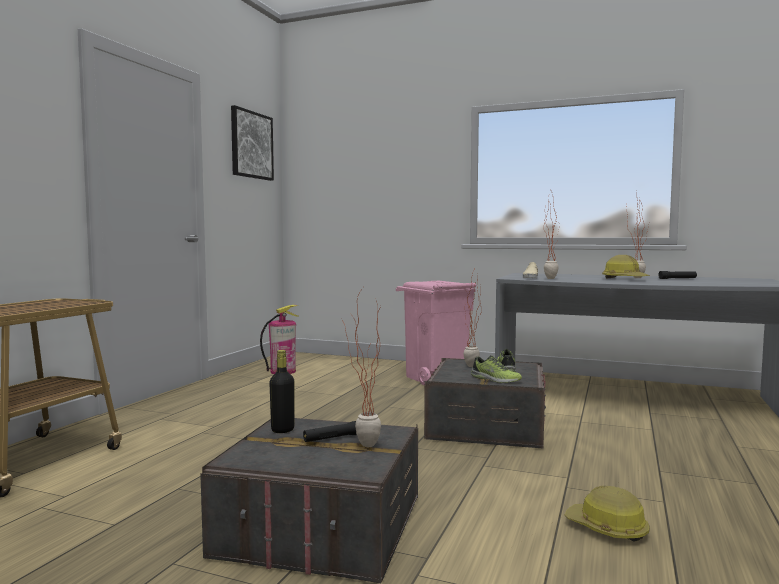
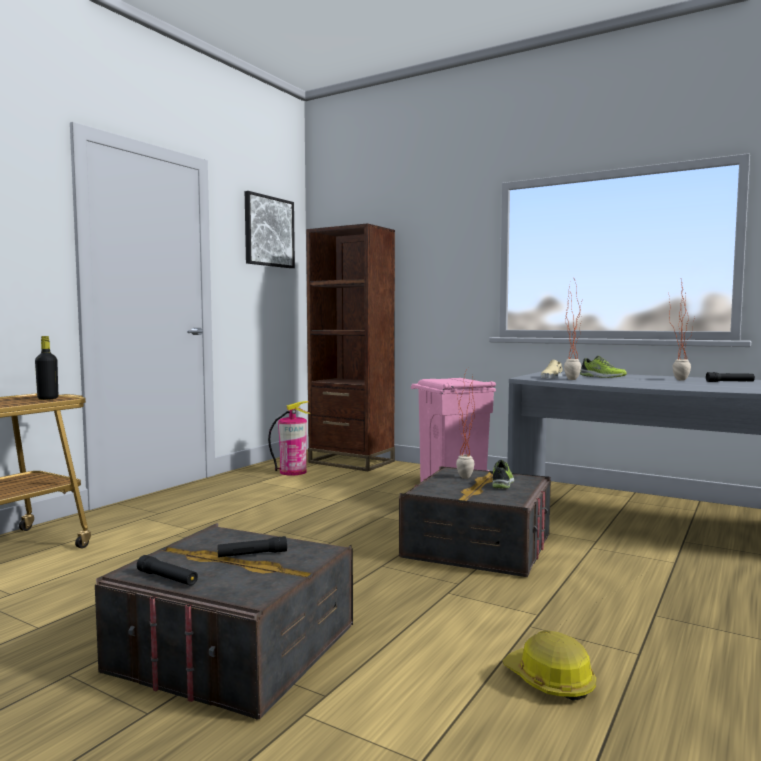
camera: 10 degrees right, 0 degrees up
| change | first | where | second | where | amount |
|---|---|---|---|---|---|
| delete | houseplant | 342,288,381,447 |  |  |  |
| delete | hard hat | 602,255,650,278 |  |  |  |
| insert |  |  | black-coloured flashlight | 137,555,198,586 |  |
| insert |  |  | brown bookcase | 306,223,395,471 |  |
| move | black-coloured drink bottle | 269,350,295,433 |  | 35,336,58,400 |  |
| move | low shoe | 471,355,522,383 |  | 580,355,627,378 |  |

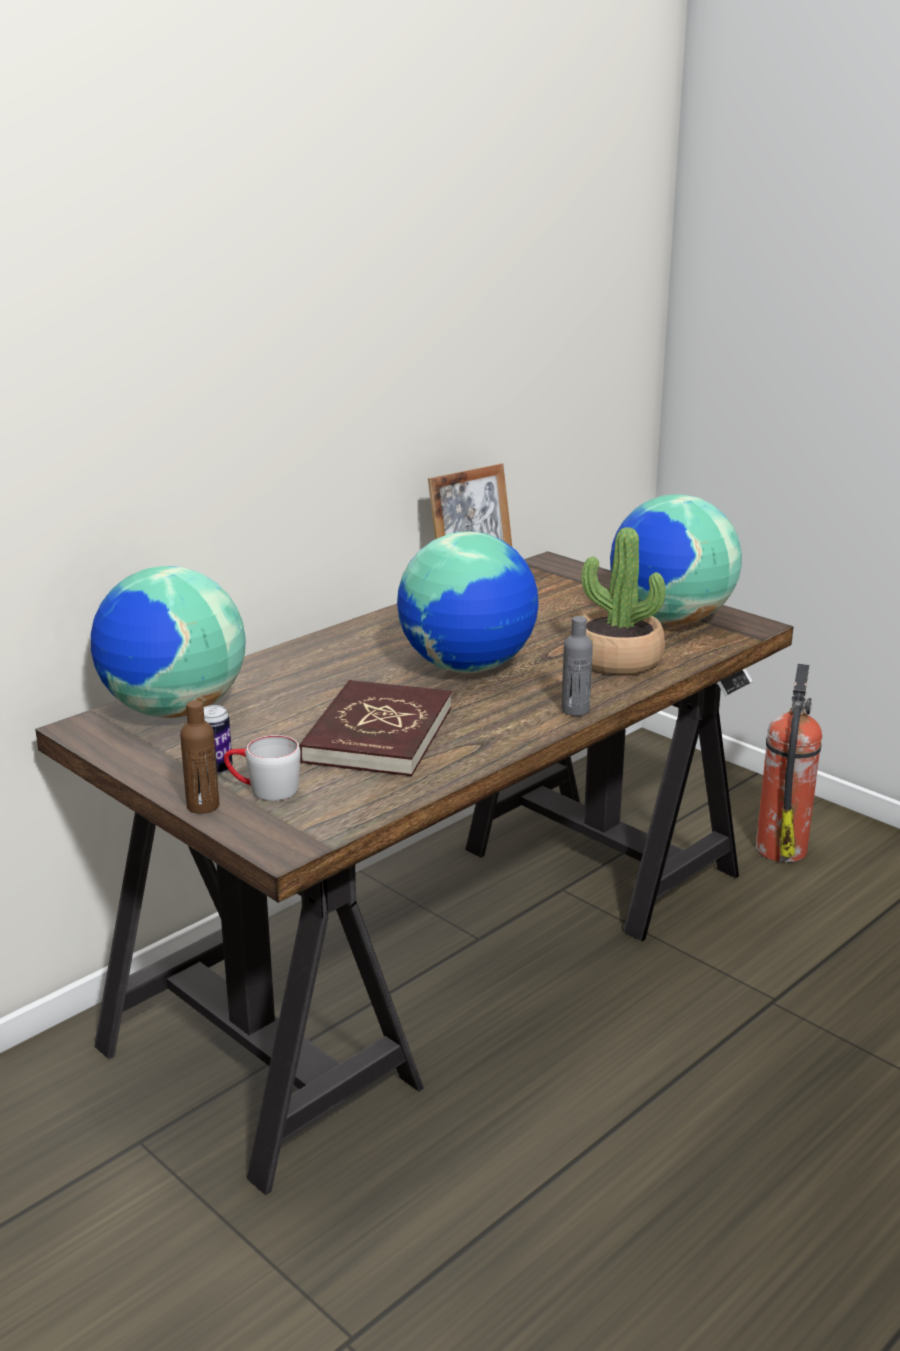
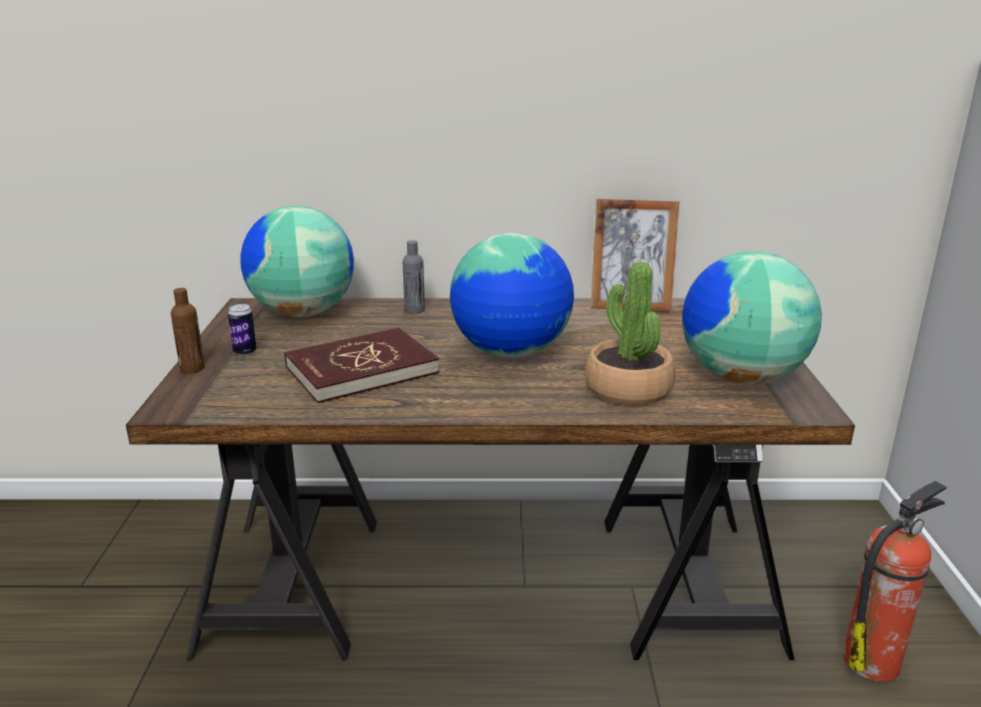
camera: 45 degrees right, 0 degrees up
| change | first | where | second | where | amount |
|---|---|---|---|---|---|
| delete | greyish mug | 224,735,301,801 |  |  |  |
| move | greyish drink bottle | 562,616,593,716 |  | 403,240,425,314 |  |

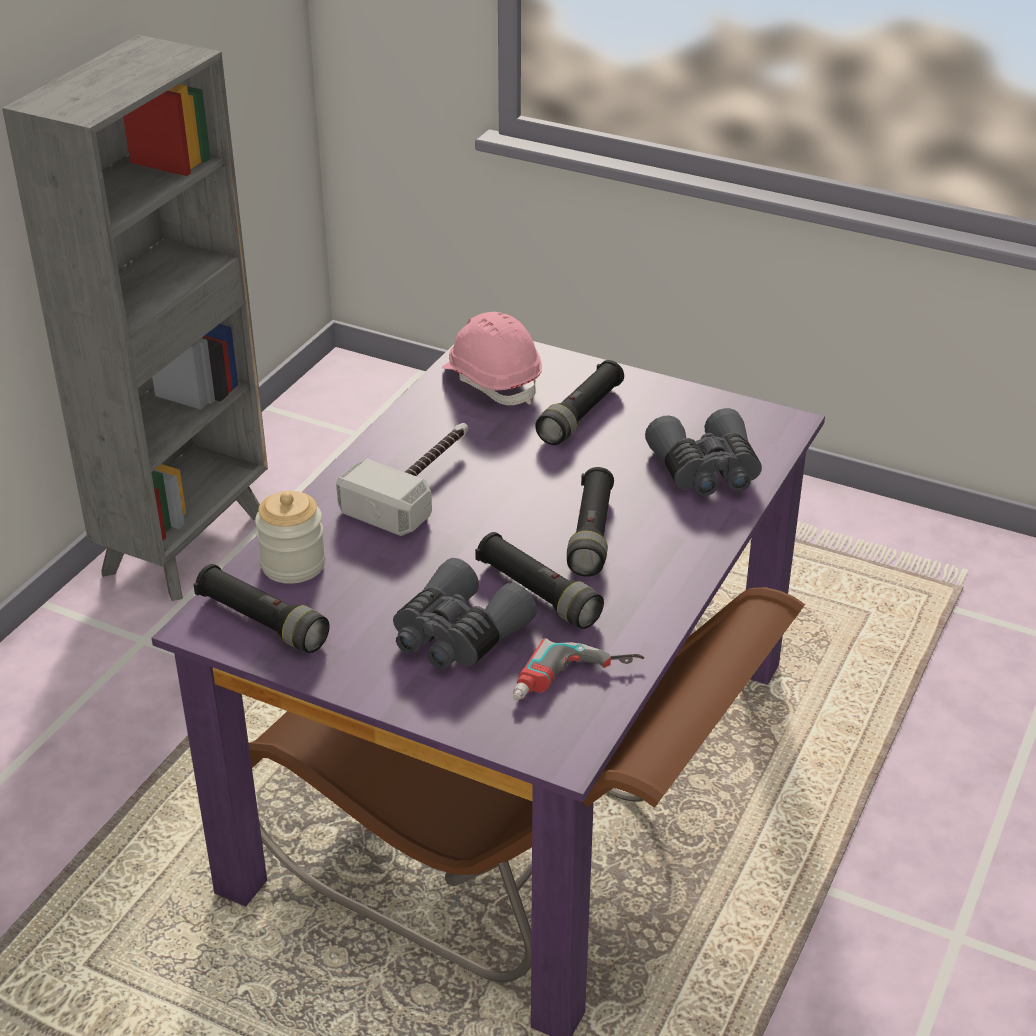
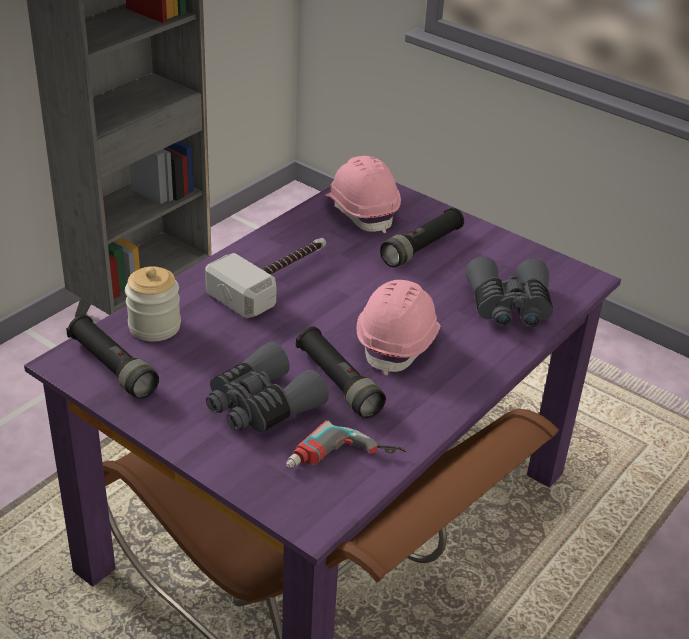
camera: 10 degrees right, 0 degrees up
| change | first | where | second | where | amount |
|---|---|---|---|---|---|
| replace | black-coloured flashlight | 567,467,614,577 | pinkish hard hat | 356,280,440,376 |  |

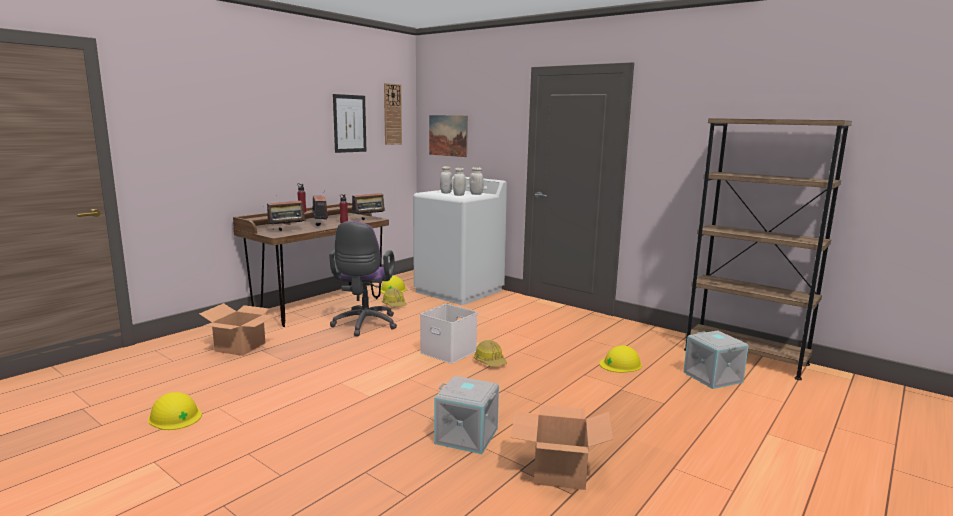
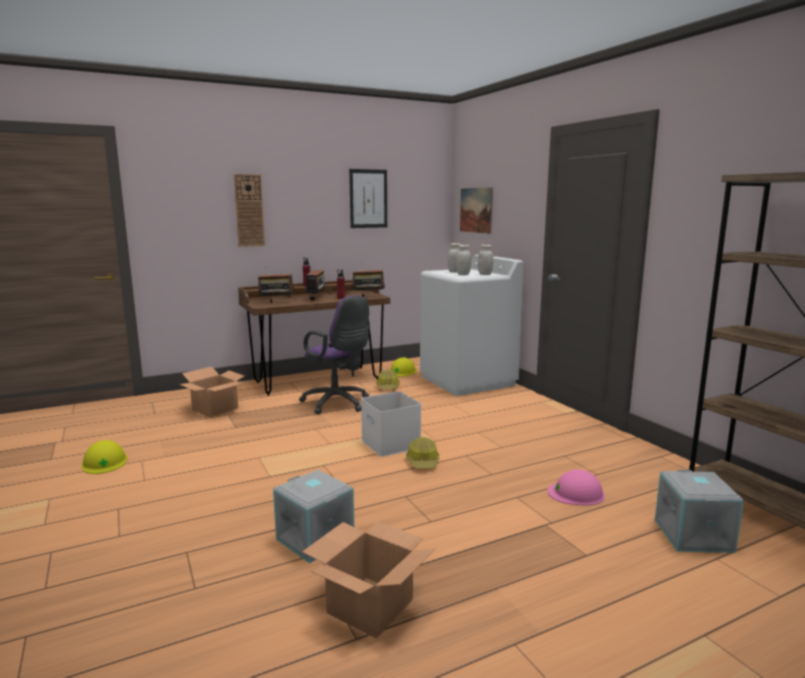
camera: 25 degrees right, 0 degrees up
| change | first | where | second | where | amount |
|---|---|---|---|---|---|
| move | hanging clock | 384,83,402,145 |  | 234,174,265,247 |  |
| recolor | yellow-coloured hard hat | 599,345,642,373 | pinkish hard hat | 547,469,605,506 |  |
| rotate | purple computer chair | 329,221,397,336 |  | 299,295,370,414 | 75 degrees counterclockwise |

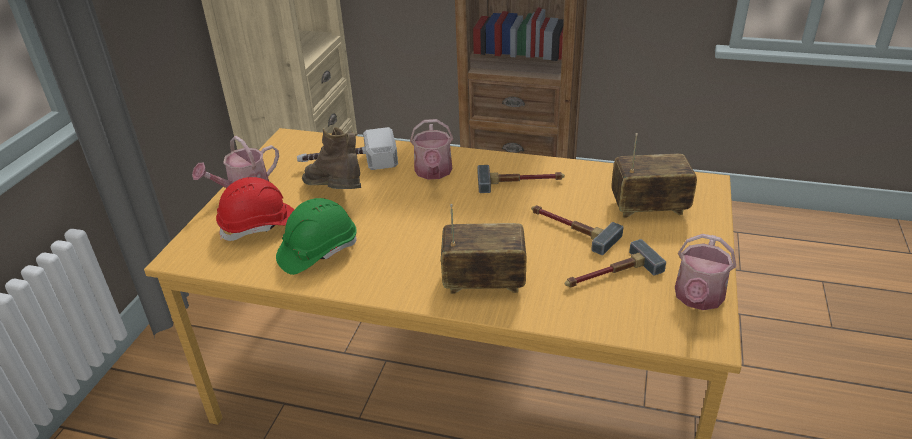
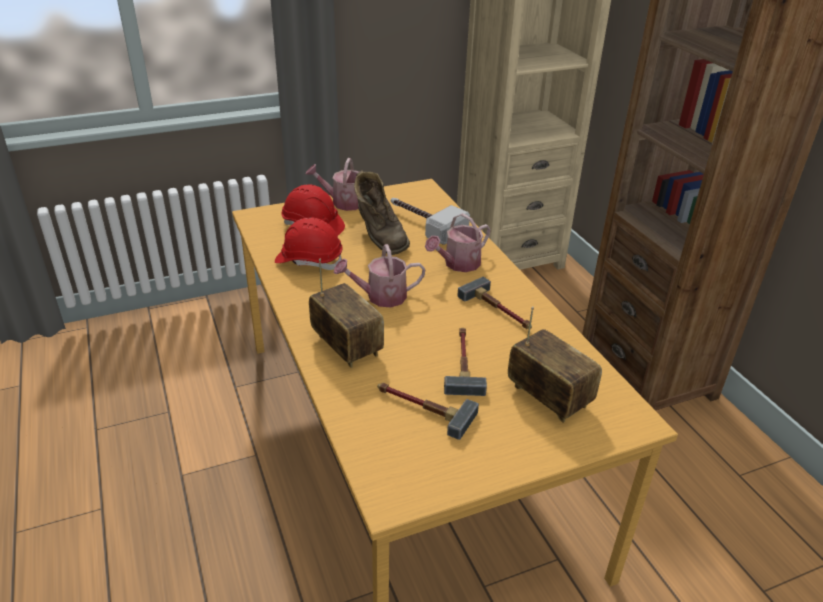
camera: 50 degrees right, 0 degrees up
| change | first | where | second | where | amount |
|---|---|---|---|---|---|
| move | sprinkling can | 675,234,736,310 |  | 334,244,425,307 |  |
| recolor | green hard hat | 276,198,357,275 | red hard hat | 275,217,343,270 |  |
| rotate | brown high-top boot | 302,127,361,189 |  | 354,170,410,255 | 135 degrees clockwise |

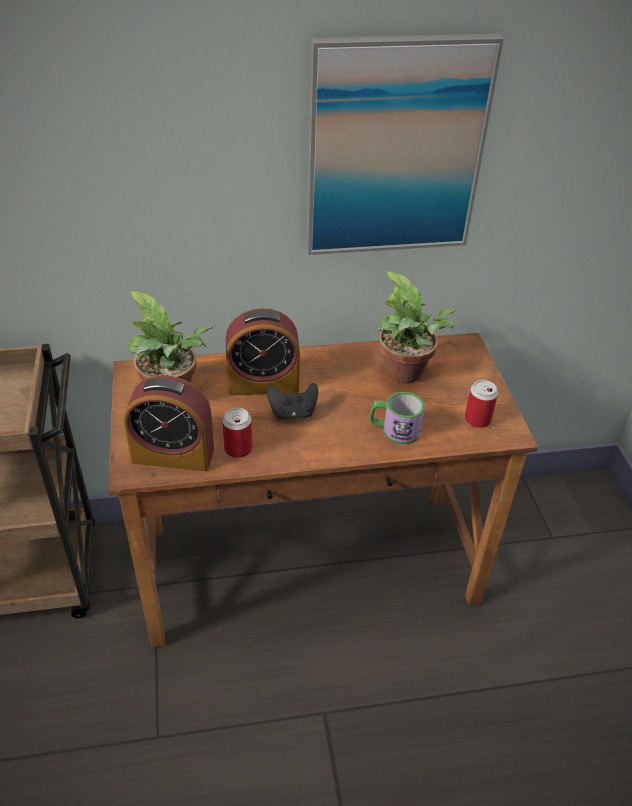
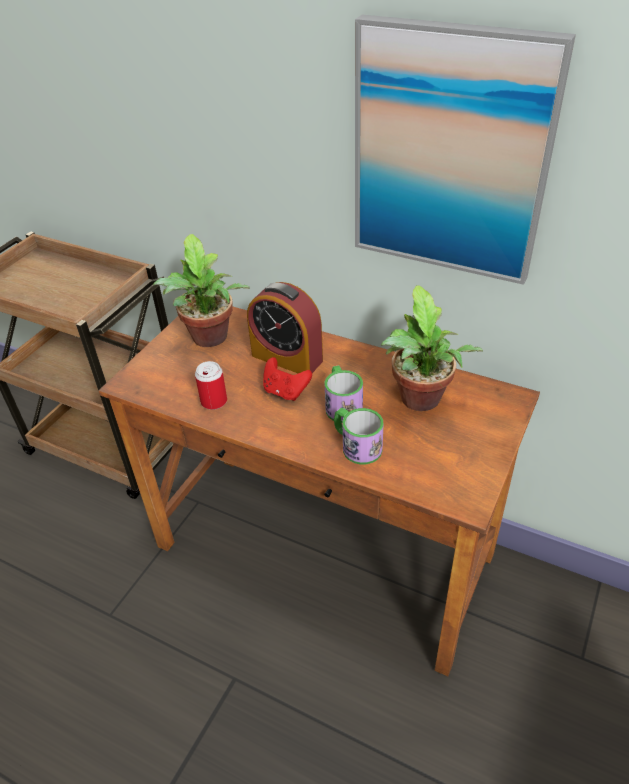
camera: 40 degrees right, 0 degrees up
| change | first | where | second | where | amount |
|---|---|---|---|---|---|
| delete | table clock | 124,375,214,471 |  |  |  |
| delete | sealed can | 465,380,498,428 |  |  |  |
| insert |  |  | mug | 324,365,363,423 |  |
| recolor | black-coloured game controller | 267,383,318,419 | red game controller | 263,357,312,401 |  |

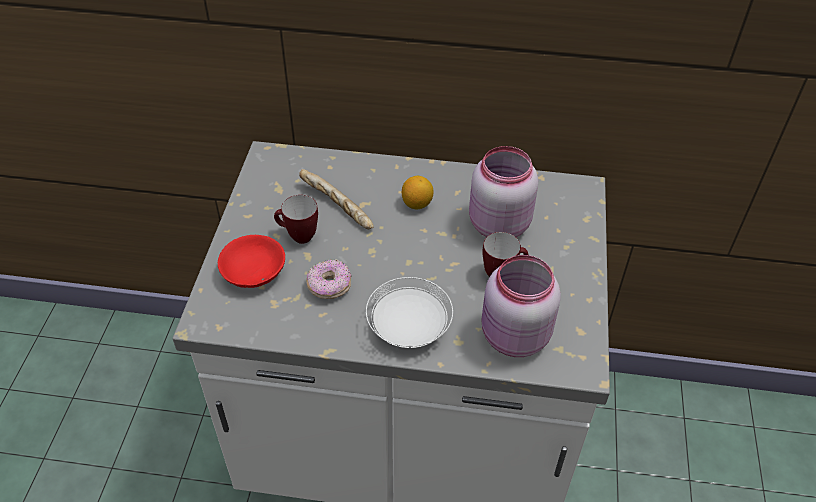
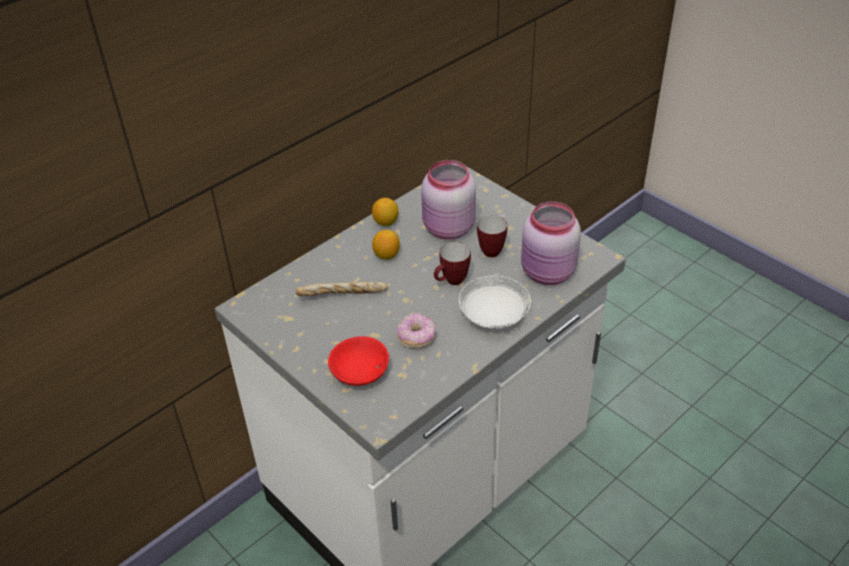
camera: 50 degrees left, 5 degrees down
| change | first | where | second | where | amount |
|---|---|---|---|---|---|
| insert |  |  | whole lemon | 372,198,399,226 |  |
| move | mug | 274,195,318,244 |  | 434,242,471,285 |  |

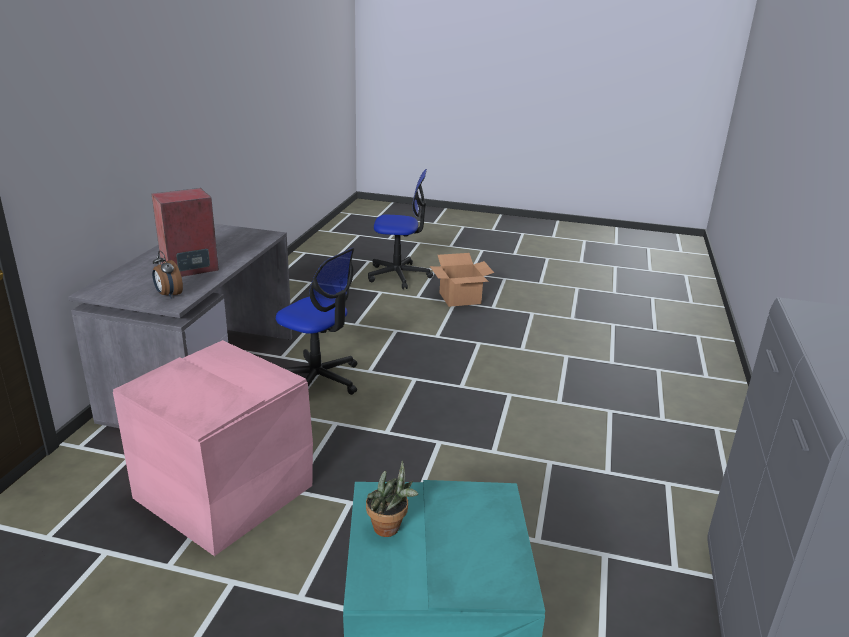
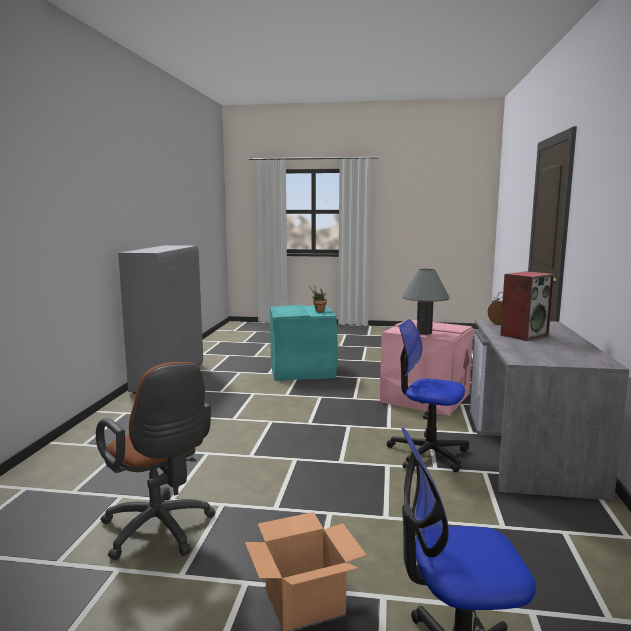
camera: 175 degrees right, 15 degrees down
| change | first | where | second | where | amount |
|---|---|---|---|---|---|
| insert |  |  | brown computer chair | 96,362,216,560 |  |
| insert |  |  | greyish lamp for a table | 402,269,450,335 |  |

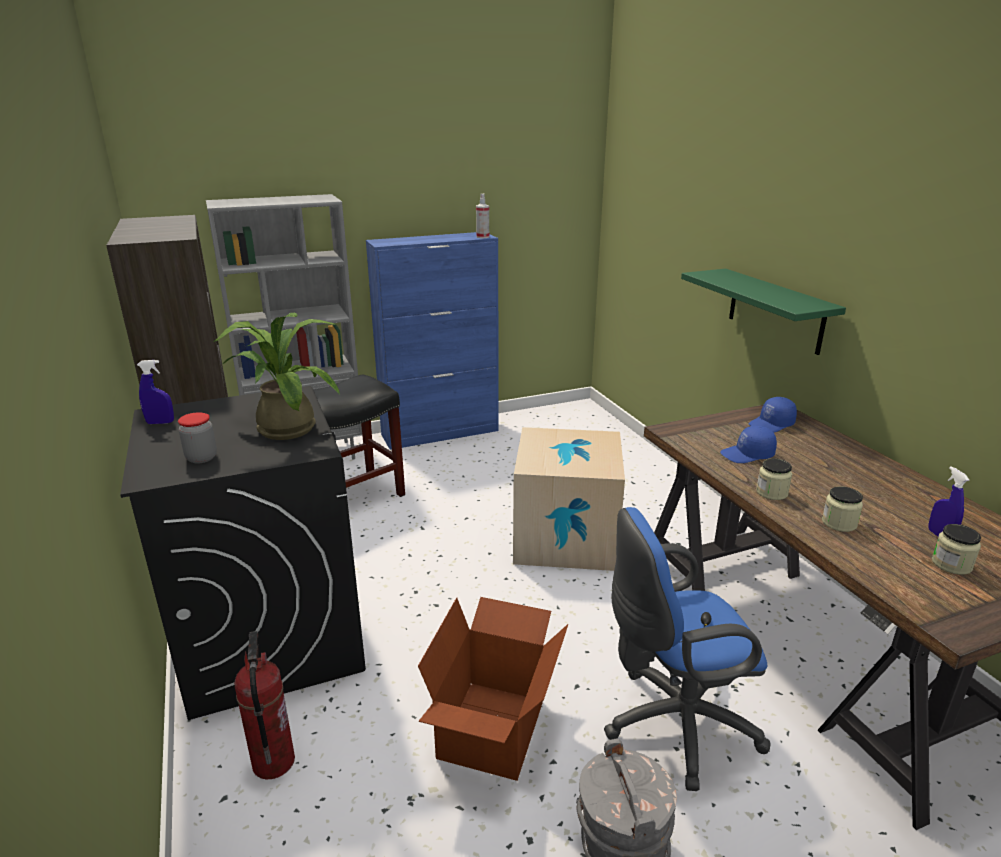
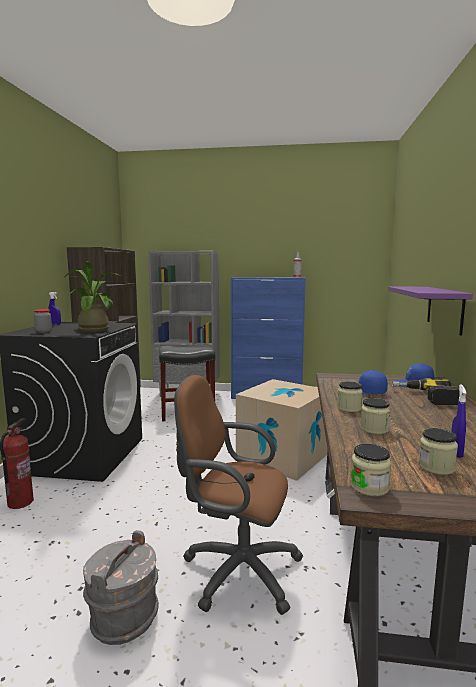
camera: 30 degrees right, 15 degrees down
| change | first | where | second | where | amount |
|---|---|---|---|---|---|
| delete | carton | 418,597,568,781 |  |  |  |
| insert |  |  | storage jar | 350,444,391,497 |  |
| insert |  |  | electric drill | 392,378,460,405 |  |
| recolor | bluish computer chair | 604,507,770,791 | brown computer chair | 174,375,303,615 |  |
| recolor | green wall shelf | 681,269,846,355 | purple wall shelf | 388,286,473,336 |  |

